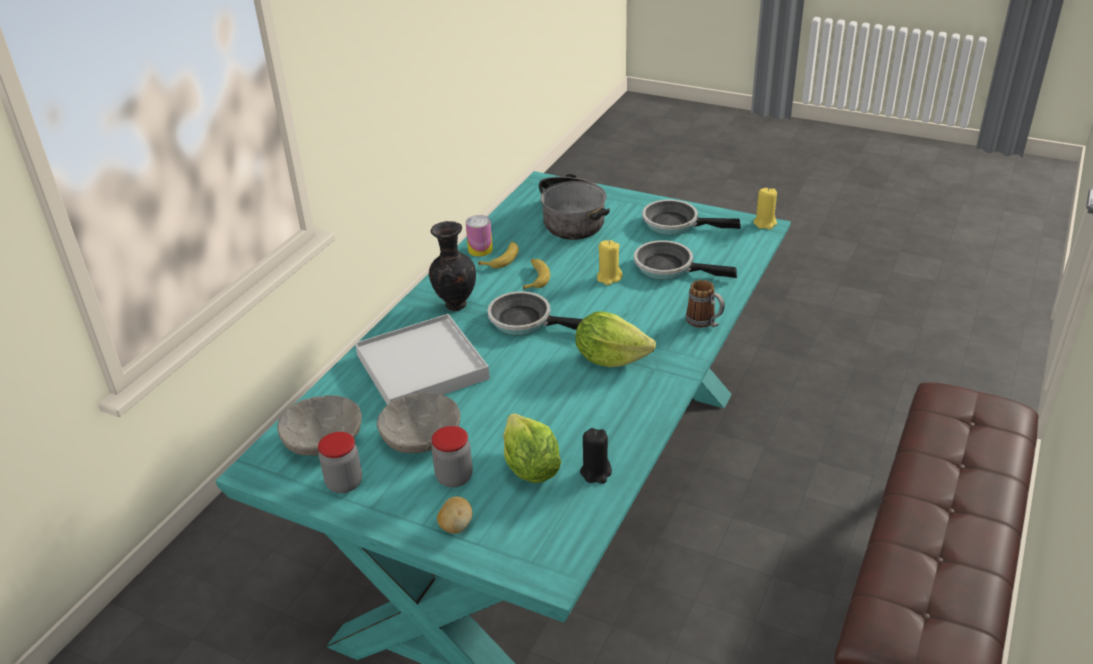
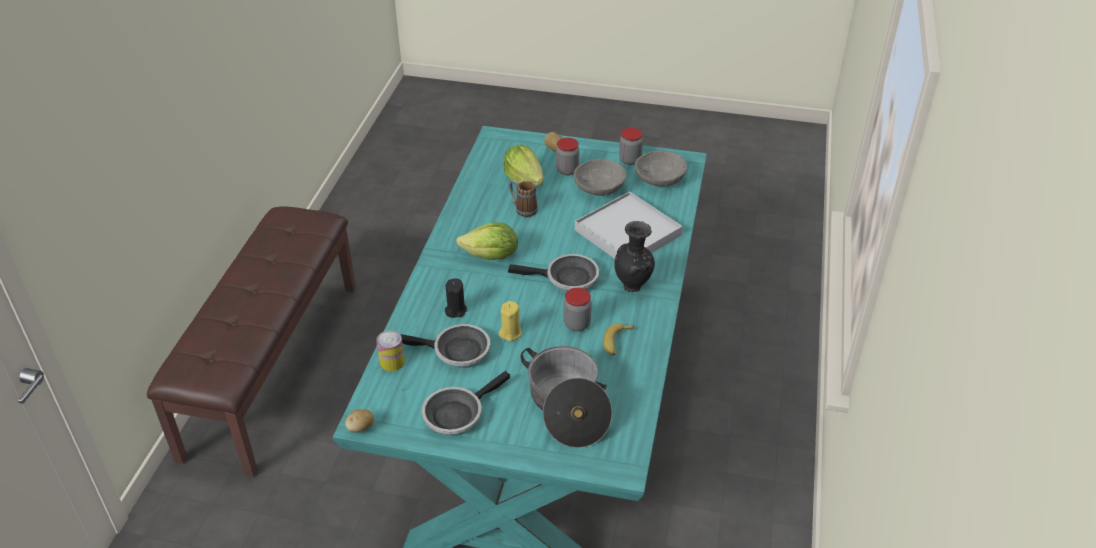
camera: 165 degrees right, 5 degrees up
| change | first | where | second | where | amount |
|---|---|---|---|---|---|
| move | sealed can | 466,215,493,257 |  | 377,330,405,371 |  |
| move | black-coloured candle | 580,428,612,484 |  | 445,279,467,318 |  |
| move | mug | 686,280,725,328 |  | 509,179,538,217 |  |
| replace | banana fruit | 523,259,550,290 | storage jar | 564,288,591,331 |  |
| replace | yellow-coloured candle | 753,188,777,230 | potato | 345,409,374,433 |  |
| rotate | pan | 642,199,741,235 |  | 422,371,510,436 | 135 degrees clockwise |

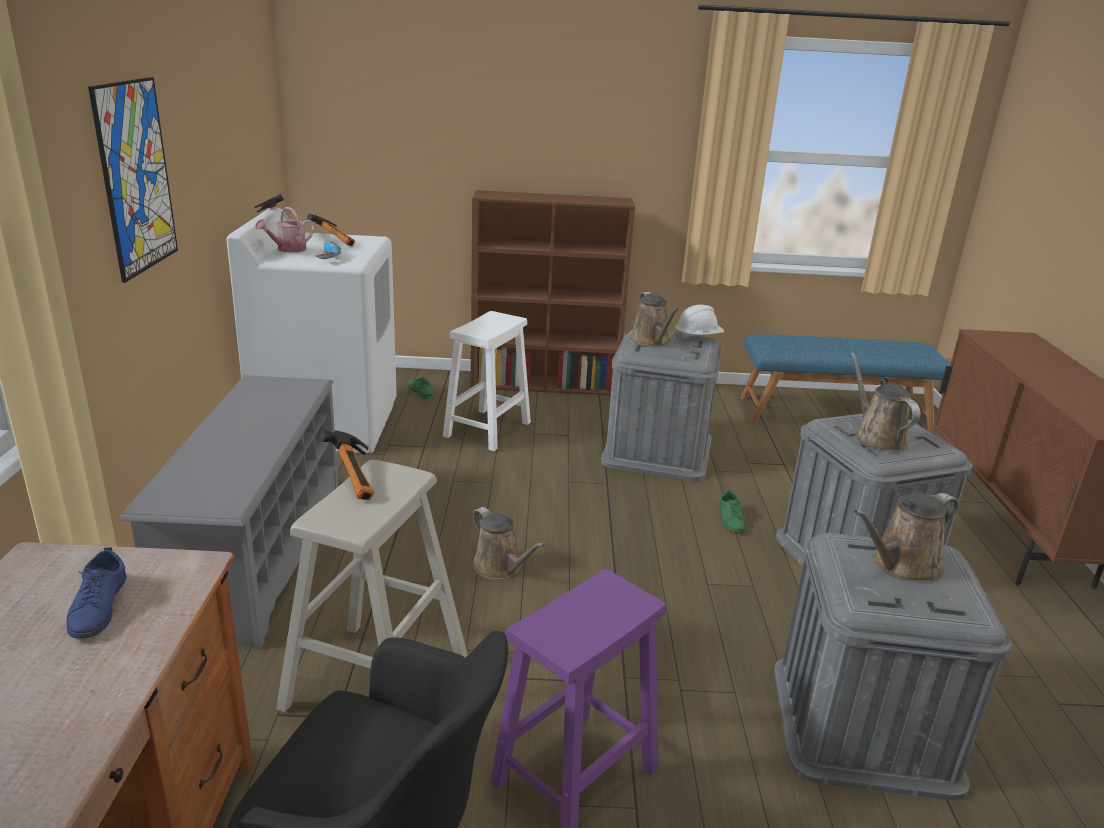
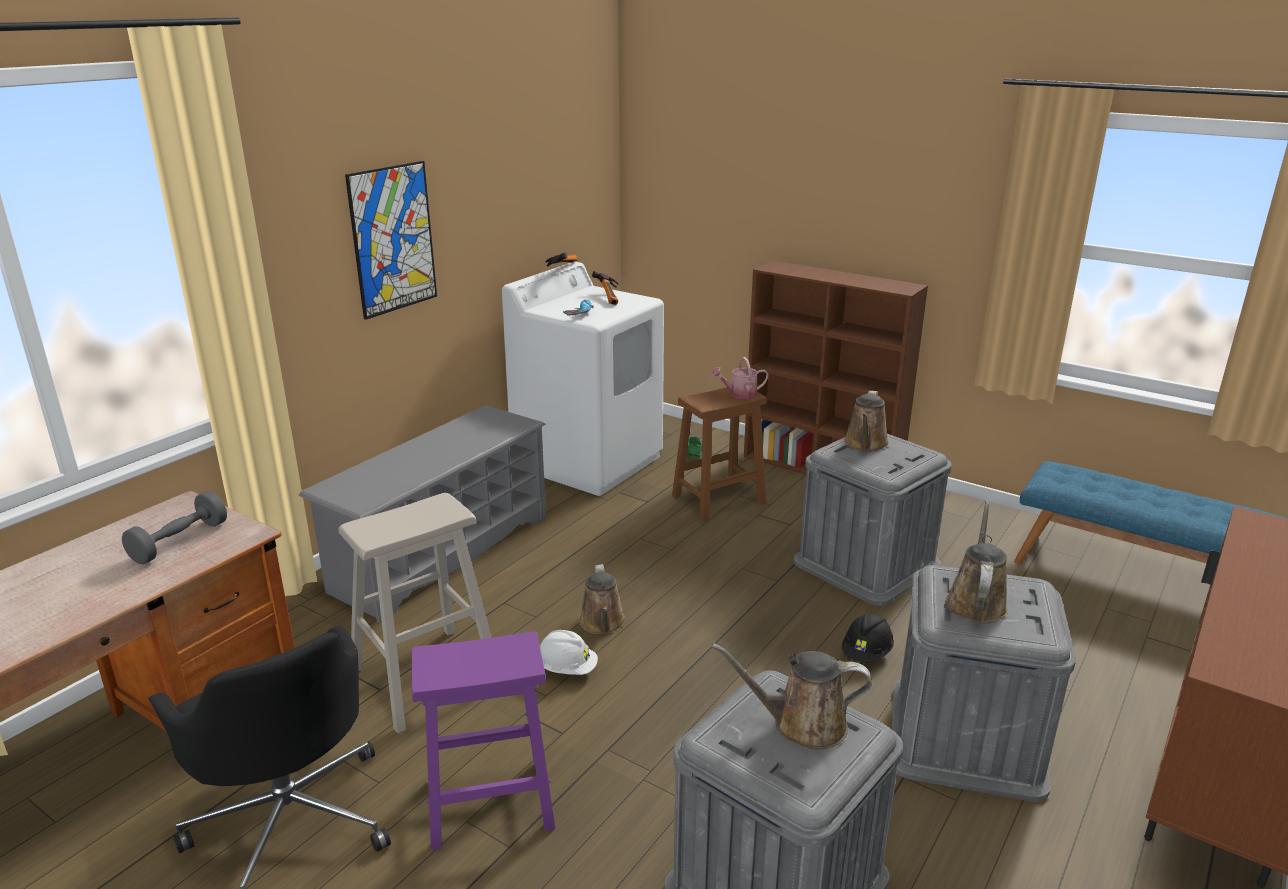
camera: 35 degrees right, 0 degrees up
| change | first | where | second | where | amount |
|---|---|---|---|---|---|
| delete | hand hammer | 320,430,374,500 |  |  |  |
| move | sprinkling can | 255,207,315,253 |  | 711,357,769,399 |  |
| move | white hard hat | 675,305,724,339 |  | 540,630,598,675 |  |
| replace | bluish low shoe | 66,547,127,639 | greyish dumbbell | 122,491,227,565 |  |
| replace | green low shoe | 719,490,745,533 | black-coloured hard hat | 842,613,894,663 |  |
| recolor | white sitting stool | 443,311,531,451 | brown sitting stool | 672,387,767,522 |  |

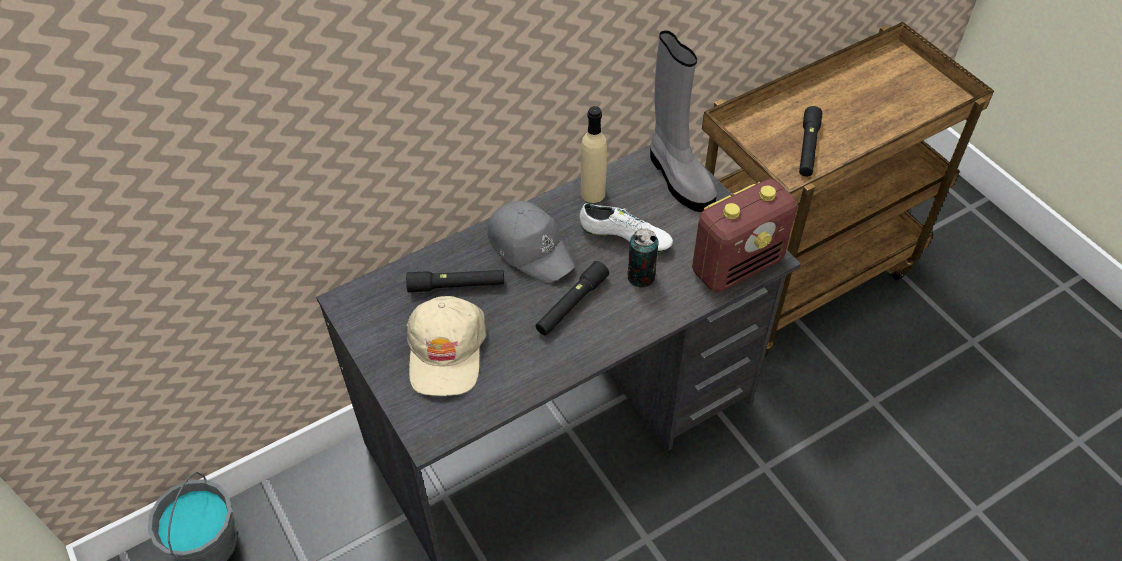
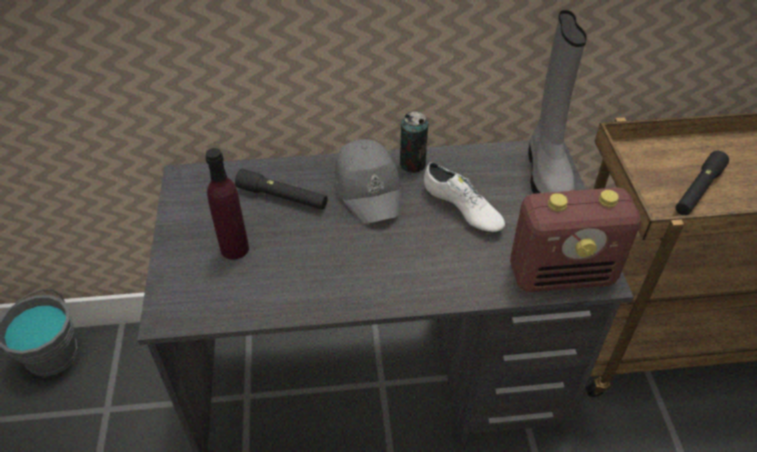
camera: 25 degrees right, 5 degrees down
| change | first | where | second | where | amount |
|---|---|---|---|---|---|
| delete | black-coloured flashlight | 536,261,609,336 |  |  |  |
| delete | beige-coloured drink bottle | 581,106,607,203 |  |  |  |
| move | sealed can | 627,228,658,288 |  | 400,111,428,173 |  |
| replace | beige-coloured peaked cap | 406,296,486,396 | purple drink bottle | 205,148,249,260 |  |

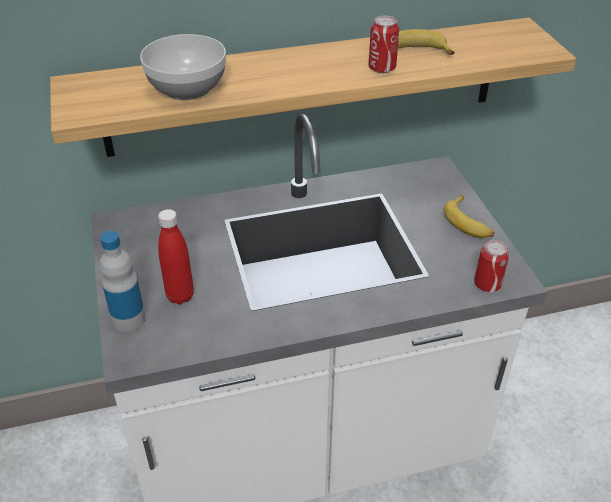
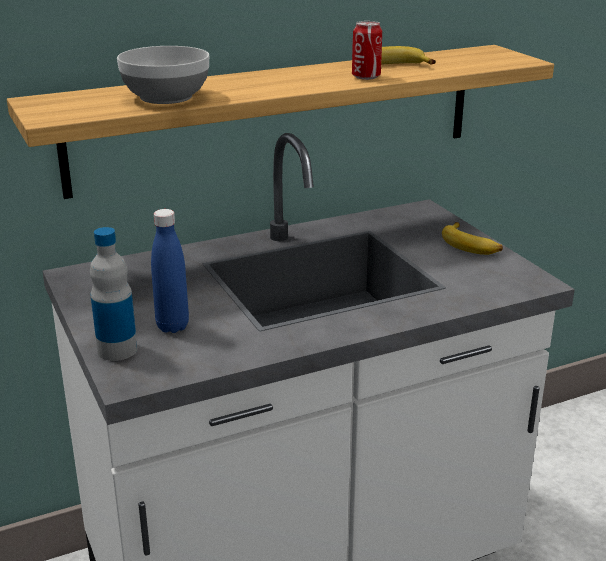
camera: 10 degrees left, 15 degrees down
| change | first | where | second | where | amount |
|---|---|---|---|---|---|
| delete | sealed can | 474,240,509,292 |  |  |  |
| recolor | red drink bottle | 158,209,194,304 | bluish drink bottle | 151,209,189,333 |  |

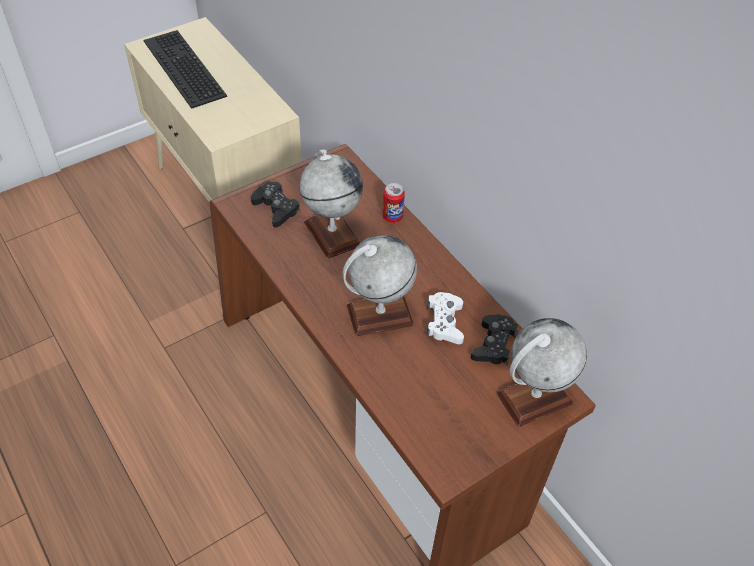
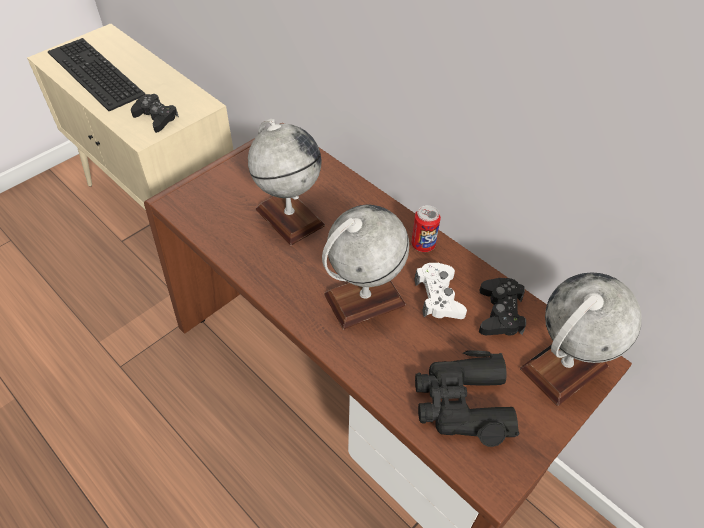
camera: 10 degrees left, 0 degrees up
| change | first | where | second | where | amount |
|---|---|---|---|---|---|
| insert |  |  | black-coloured binoculars | 415,350,519,447 |  |
| move | black-coloured game controller | 251,182,300,228 |  | 131,94,179,133 |  |
| move | sealed can | 383,183,405,223 |  | 411,205,441,252 |  |

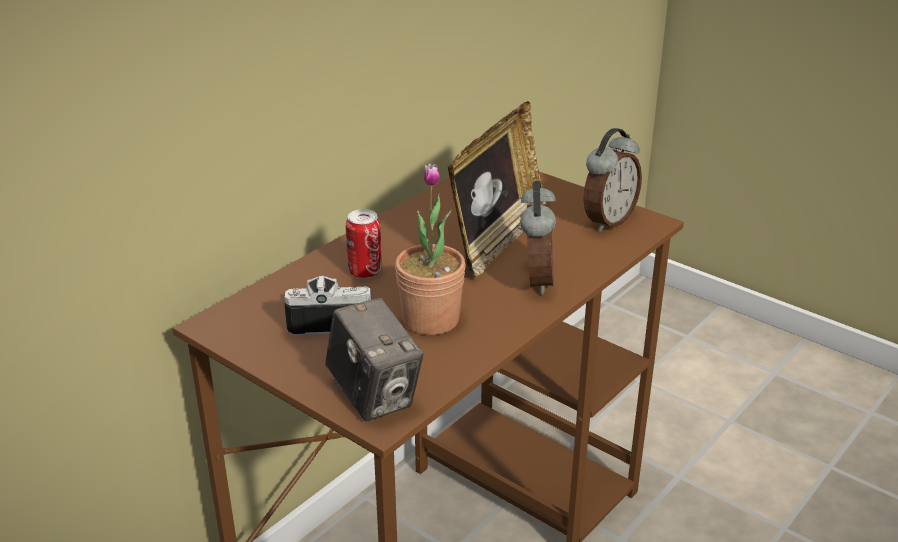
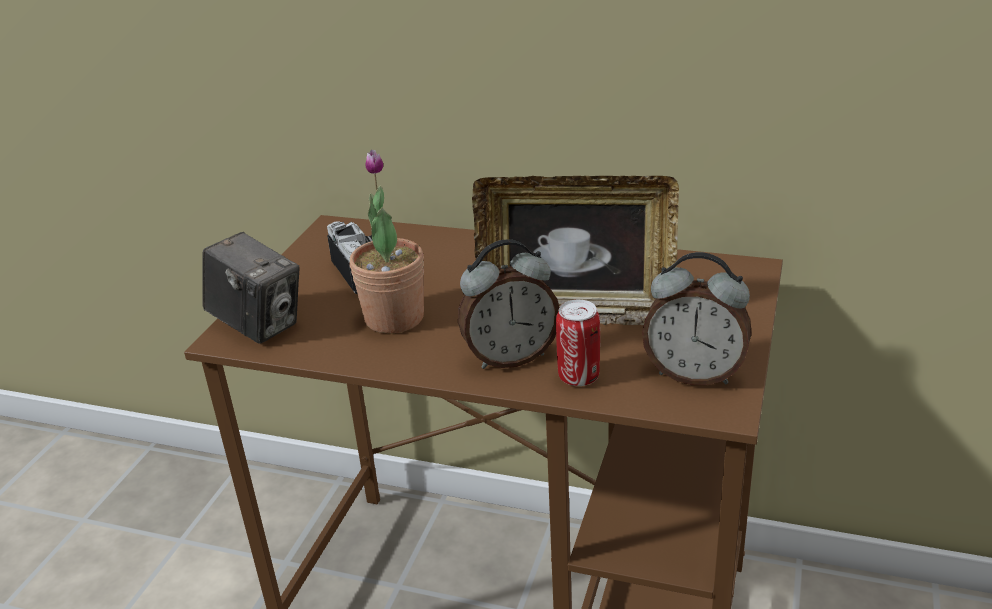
camera: 70 degrees right, 0 degrees up
| change | first | where | second | where | amount |
|---|---|---|---|---|---|
| move | sealed can | 346,209,381,279 |  | 556,300,600,386 |  |
| rotate | still camera | 326,298,423,421 |  | 202,232,299,344 | 90 degrees counterclockwise |

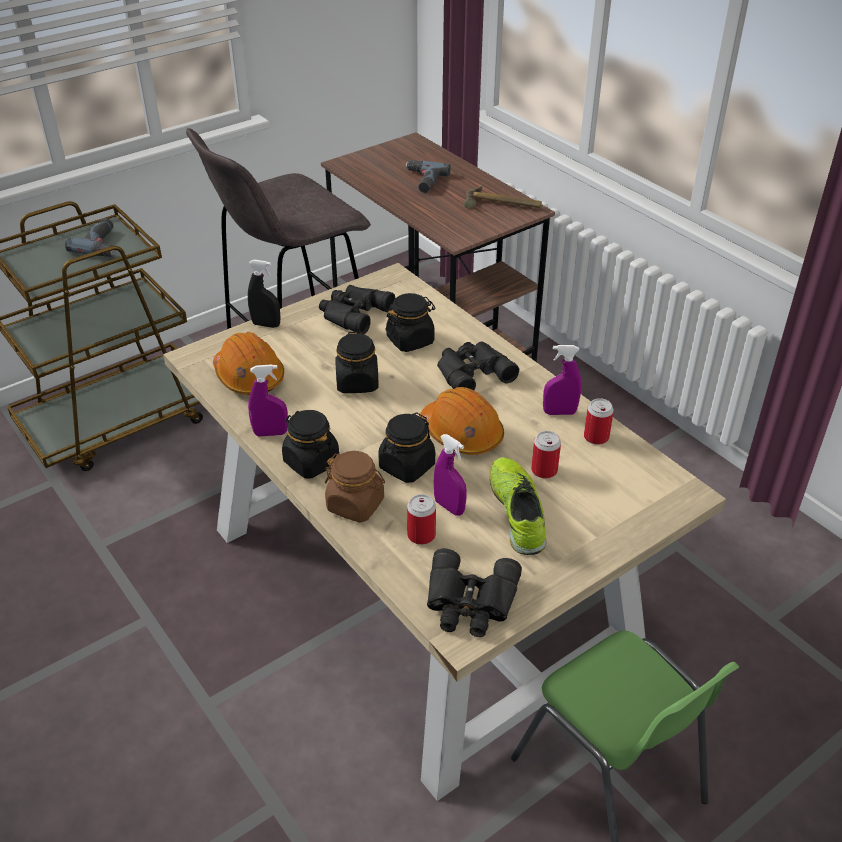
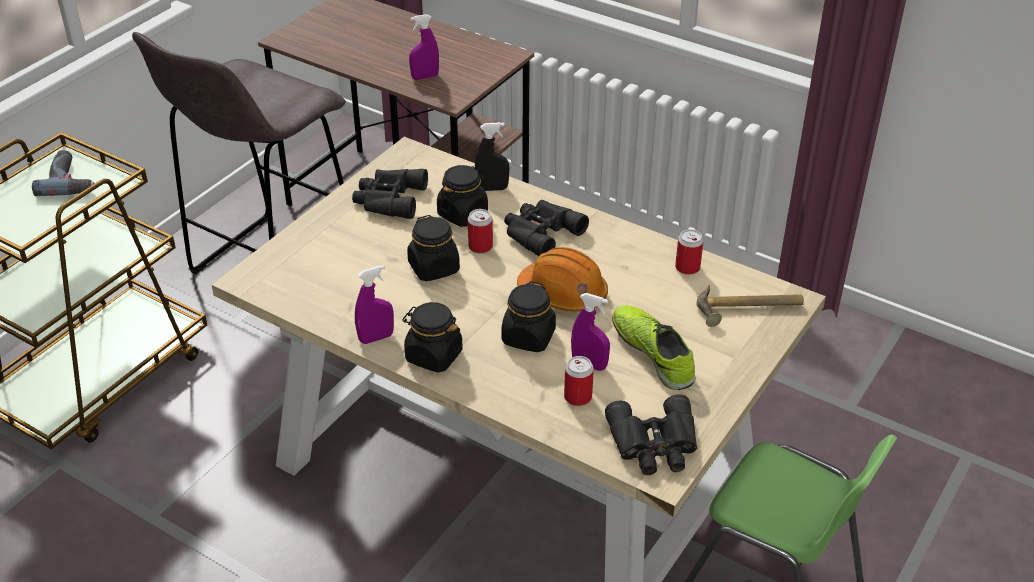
camera: 20 degrees left, 0 degrees up
| change | first | where | second | where | amount |
|---|---|---|---|---|---|
| delete | orangey hard hat | 213,332,284,395 |  |  |  |
| delete | brown storage jar | 325,451,385,523 |  |  |  |
| delete | electric drill | 405,160,451,193 |  |  |  |
| move | black-coloured spray bottle | 248,259,280,328 |  | 475,122,509,191 |  |
| move | hand hammer | 464,185,542,209 |  | 696,284,804,327 |  |
| move | sealed can | 531,431,561,479 |  | 468,209,493,253 |  |
| move | purple spray bottle | 543,345,581,415 |  | 409,14,439,80 |  |

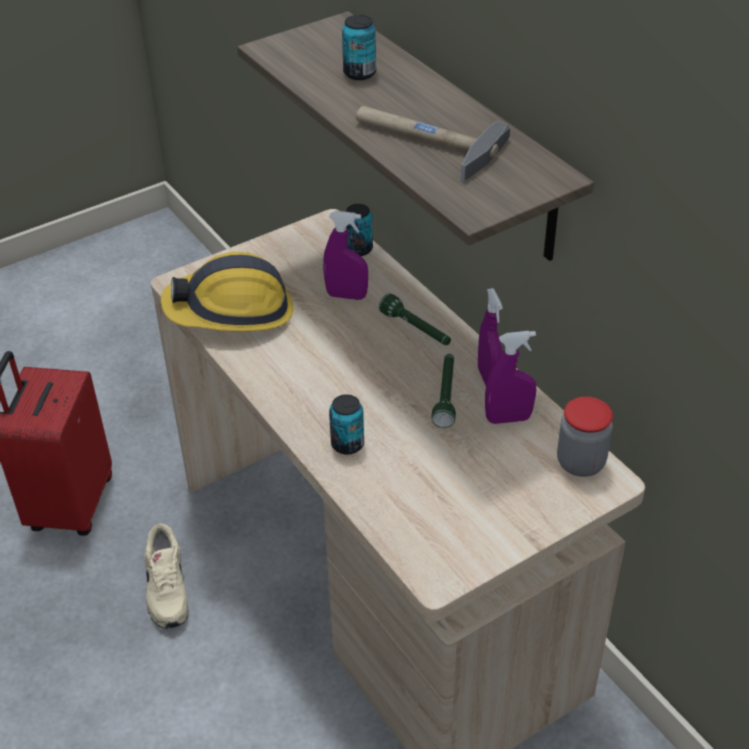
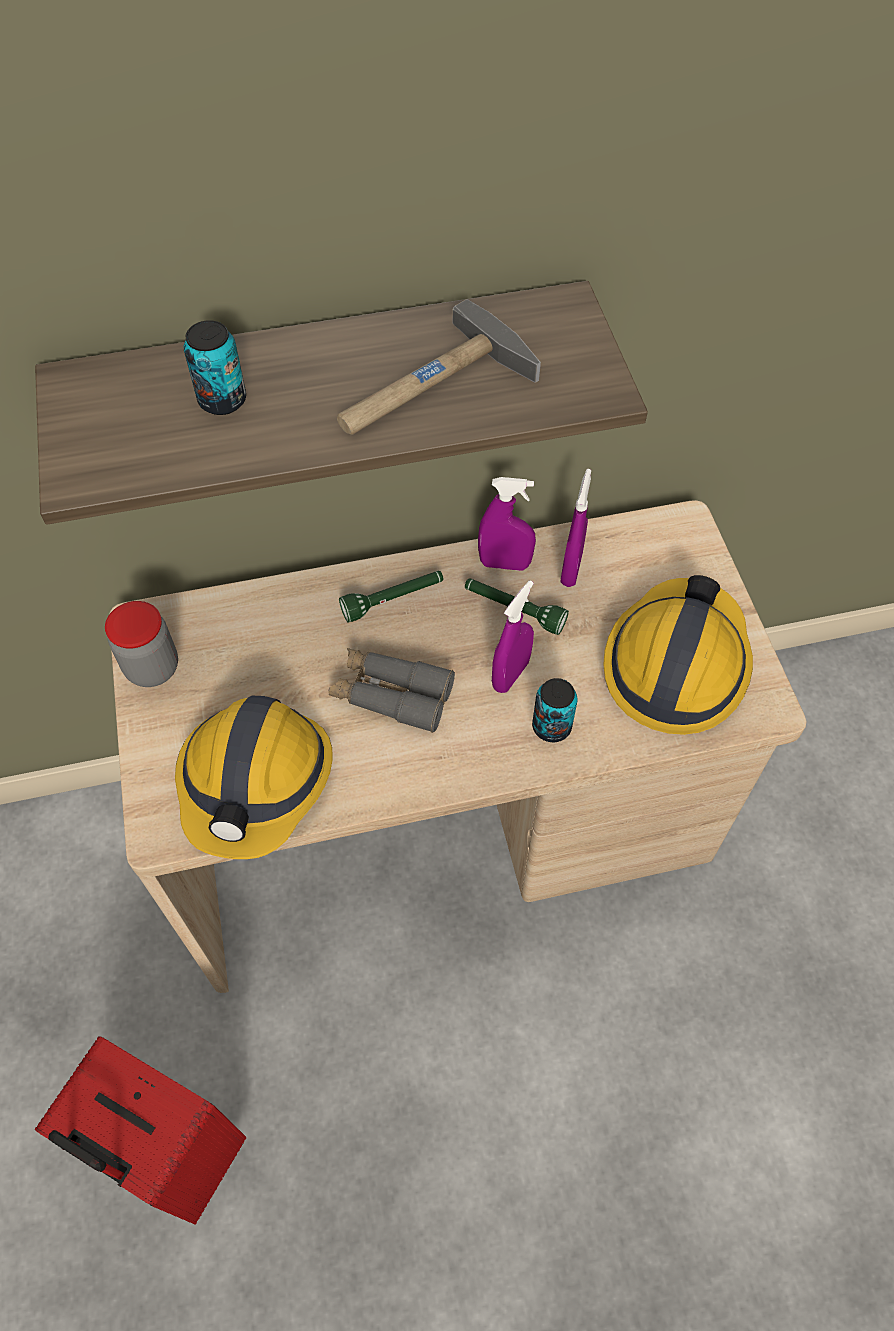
camera: 70 degrees left, 15 degrees up
| change | first | where | second | where | amount |
|---|---|---|---|---|---|
| delete | beige-coloured low shoe | 144,523,189,629 |  |  |  |
| delete | sealed can | 346,204,373,256 |  |  |  |
| insert |  |  | greyish binoculars | 329,648,455,733 |  |
| insert |  |  | hard hat | 603,575,753,735 |  |
| move | purple spray bottle | 323,211,368,300 |  | 492,581,534,693 |  |
| move | storage jar | 557,397,613,477 |  | 105,601,178,687 |  |

